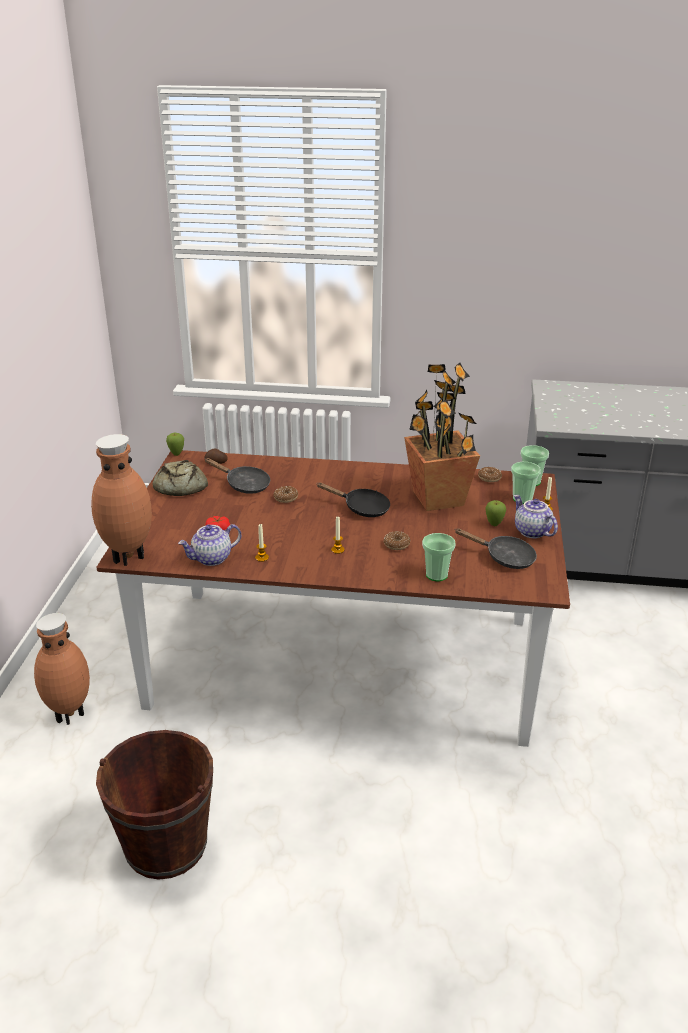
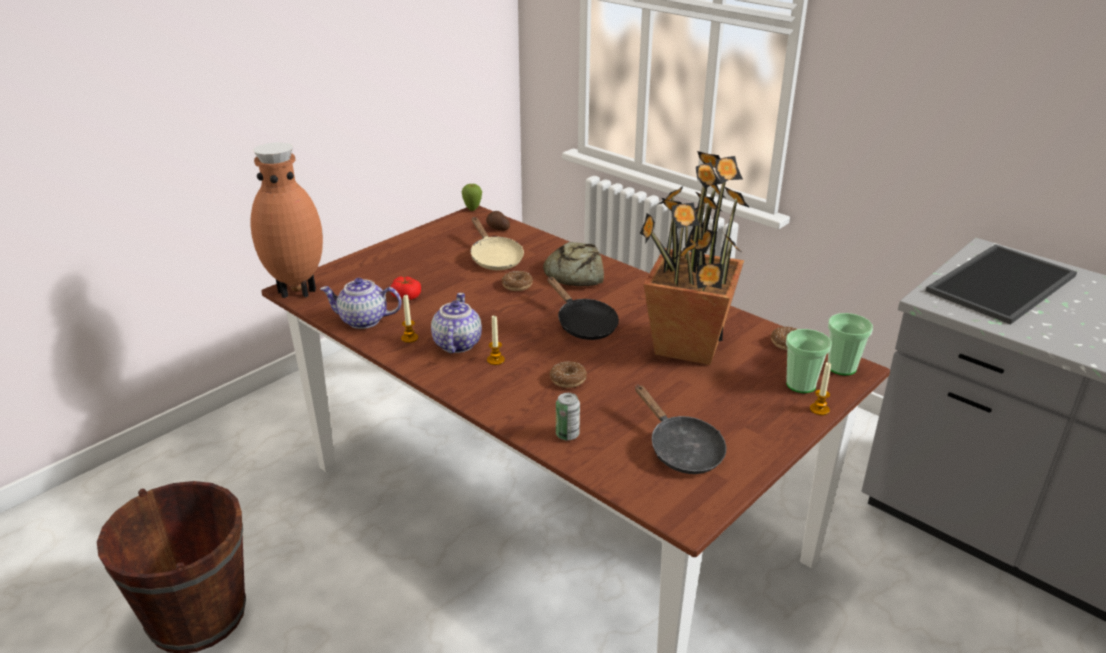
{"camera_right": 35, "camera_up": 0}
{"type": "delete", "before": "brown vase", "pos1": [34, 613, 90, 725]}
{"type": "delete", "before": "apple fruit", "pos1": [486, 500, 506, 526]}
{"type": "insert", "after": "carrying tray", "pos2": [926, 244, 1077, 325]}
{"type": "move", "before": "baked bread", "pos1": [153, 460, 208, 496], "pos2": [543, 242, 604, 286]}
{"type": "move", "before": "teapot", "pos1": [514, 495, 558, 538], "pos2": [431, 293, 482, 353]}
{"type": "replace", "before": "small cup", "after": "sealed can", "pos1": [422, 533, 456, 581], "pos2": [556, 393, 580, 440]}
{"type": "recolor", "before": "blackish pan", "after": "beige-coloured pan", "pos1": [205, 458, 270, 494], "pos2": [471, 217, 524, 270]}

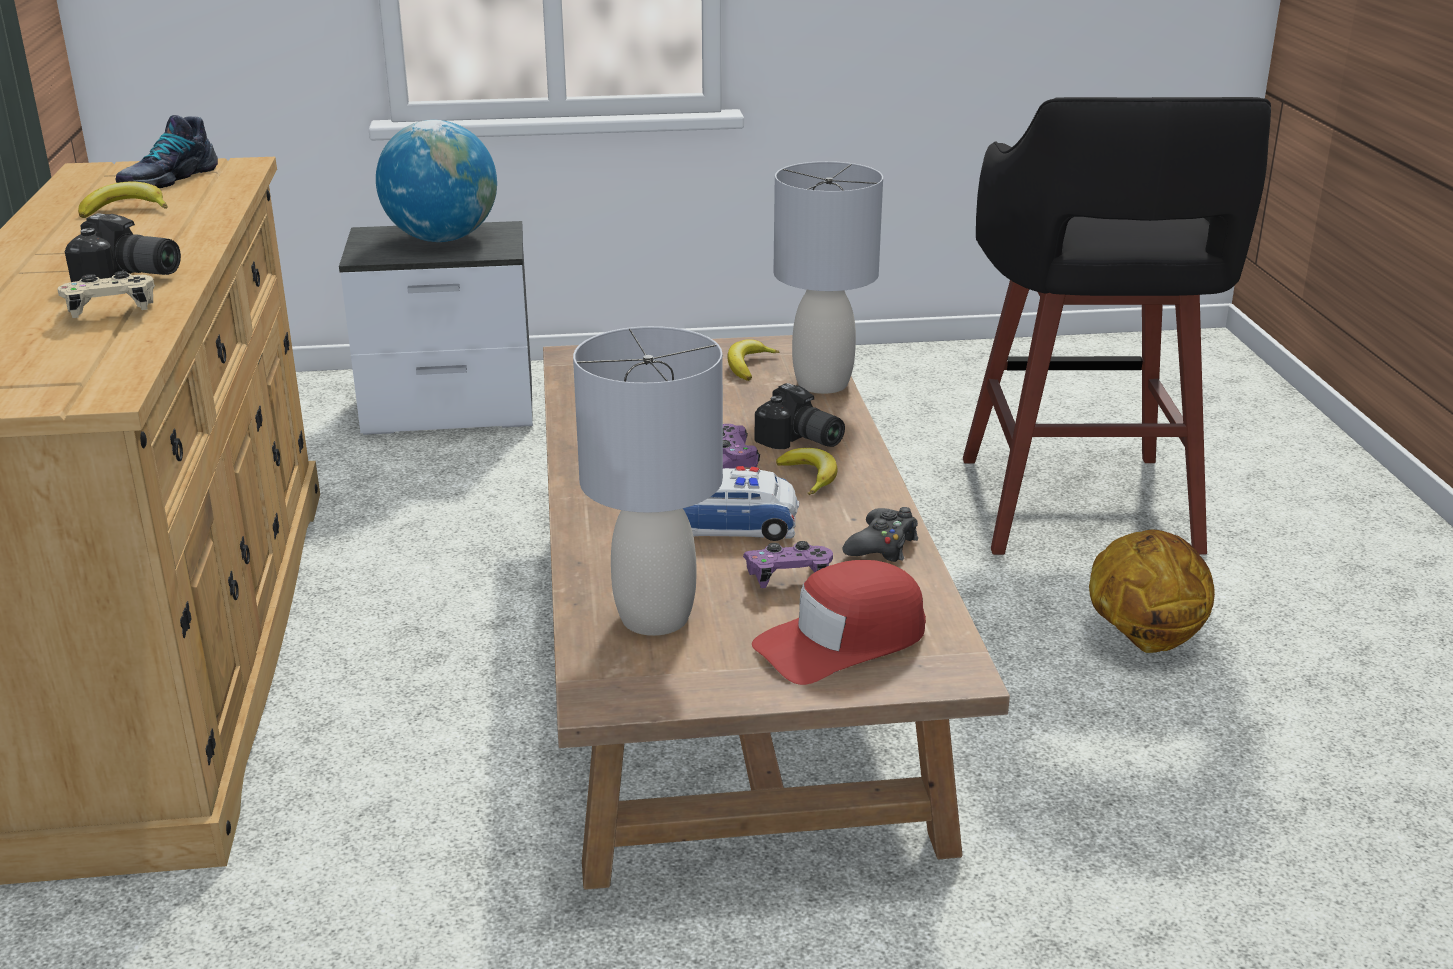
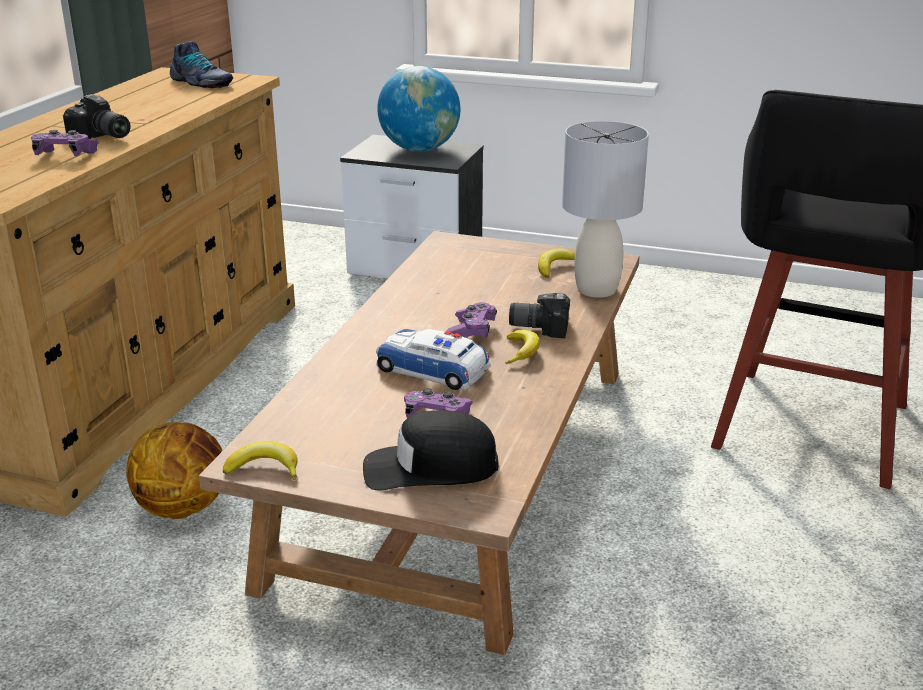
{"camera_right": 25, "camera_up": 0}
{"type": "delete", "before": "gray lamp for a table", "pos1": [573, 326, 723, 636]}
{"type": "delete", "before": "blackish joypad", "pos1": [842, 507, 918, 562]}
{"type": "move", "before": "banana", "pos1": [78, 182, 168, 218], "pos2": [223, 441, 297, 480]}
{"type": "move", "before": "basketball", "pos1": [1089, 530, 1215, 653], "pos2": [126, 422, 222, 519]}
{"type": "recolor", "before": "beige-coloured joypad", "after": "purple joypad", "pos1": [58, 271, 155, 318], "pos2": [31, 130, 99, 156]}
{"type": "recolor", "before": "red-coloured peaked cap", "after": "blackish peaked cap", "pos1": [752, 560, 926, 685], "pos2": [363, 410, 499, 490]}
{"type": "rotate", "before": "item of footwear", "pos1": [115, 115, 218, 188], "pos2": [170, 41, 233, 88], "turn": -105}
{"type": "rotate", "before": "photo camera", "pos1": [755, 383, 845, 449], "pos2": [509, 293, 570, 338], "turn": 120}

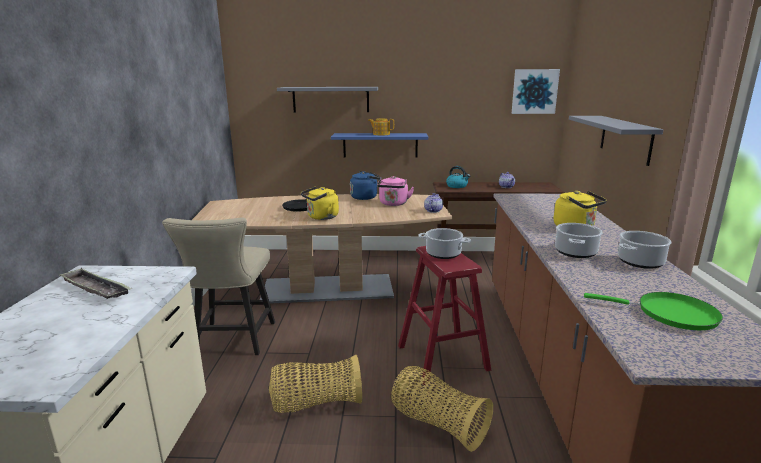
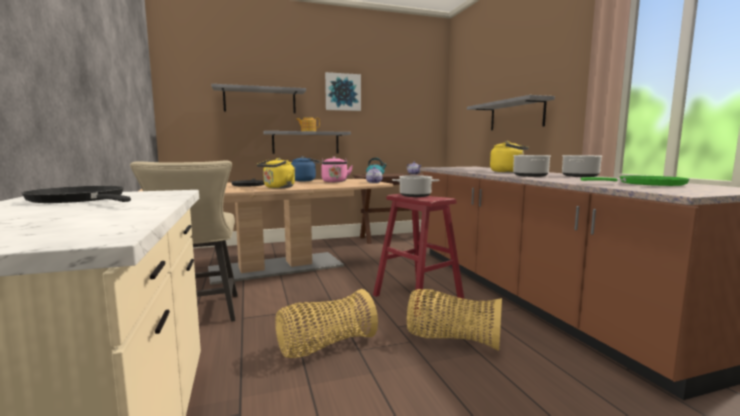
{"camera_right": -20, "camera_up": -10}
{"type": "move", "before": "picture", "pos1": [512, 69, 560, 114], "pos2": [325, 72, 361, 111]}
{"type": "replace", "before": "carrying tray", "after": "blackish pan", "pos1": [58, 268, 132, 299], "pos2": [22, 186, 131, 203]}
{"type": "recolor", "before": "blue wall shelf", "after": "gray wall shelf", "pos1": [331, 133, 428, 158], "pos2": [263, 131, 351, 154]}

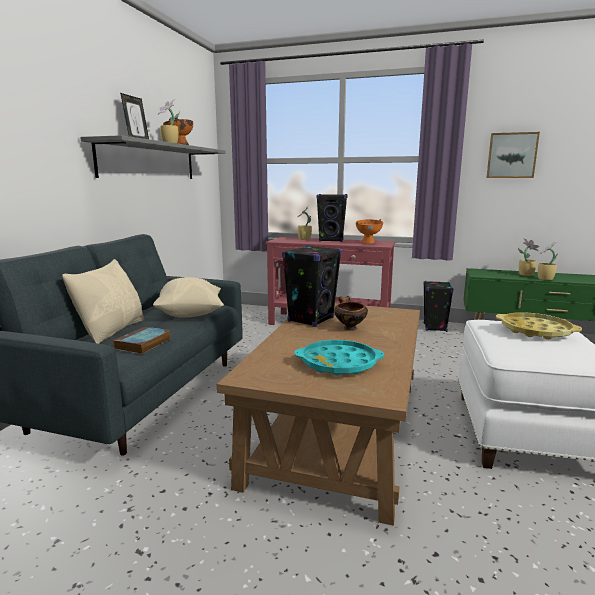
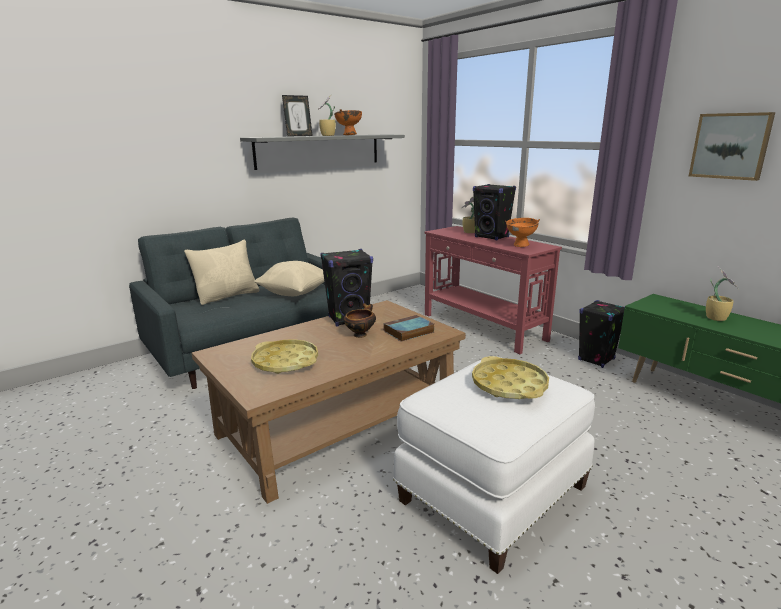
{"camera_right": 35, "camera_up": 5}
{"type": "delete", "before": "houseplant", "pos1": [538, 241, 558, 280]}
{"type": "move", "before": "bound book", "pos1": [113, 327, 171, 354], "pos2": [383, 315, 434, 341]}
{"type": "recolor", "before": "turquoise-coloured carrying tray", "after": "yellowish carrying tray", "pos1": [295, 340, 384, 375], "pos2": [251, 339, 318, 374]}

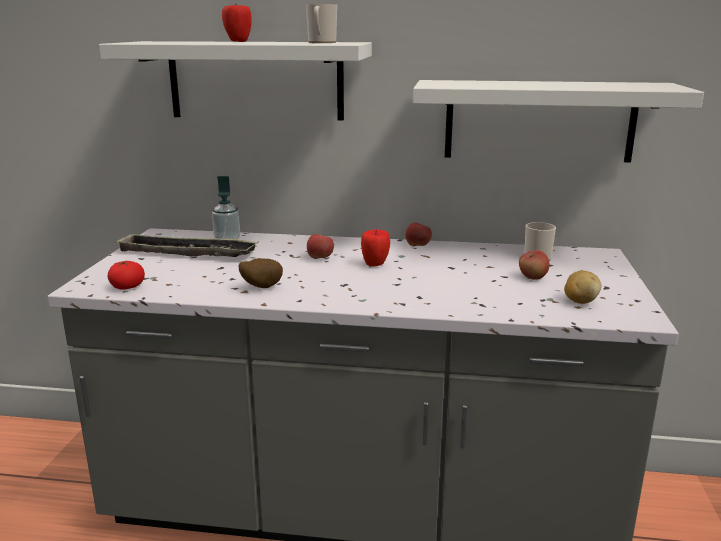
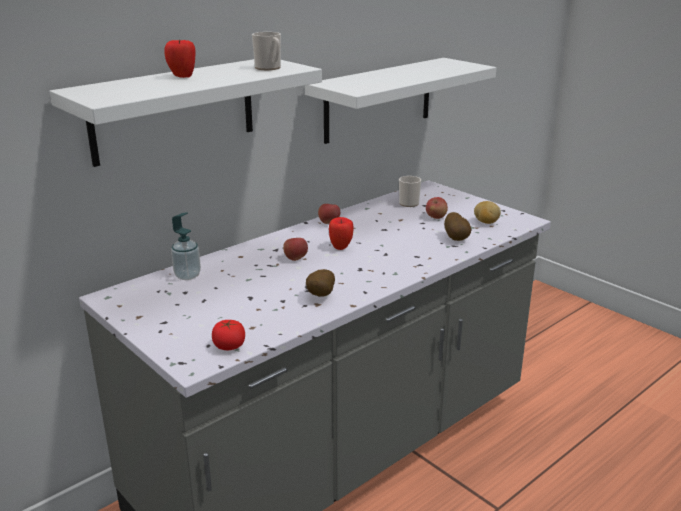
{"camera_right": -50, "camera_up": 5}
{"type": "delete", "before": "carrying tray", "pos1": [114, 233, 258, 257]}
{"type": "insert", "after": "spud", "pos2": [444, 212, 471, 241]}

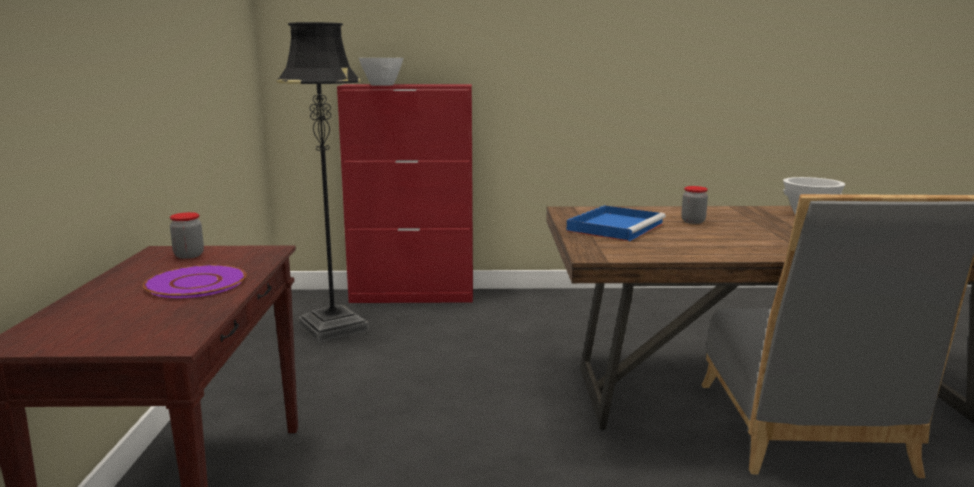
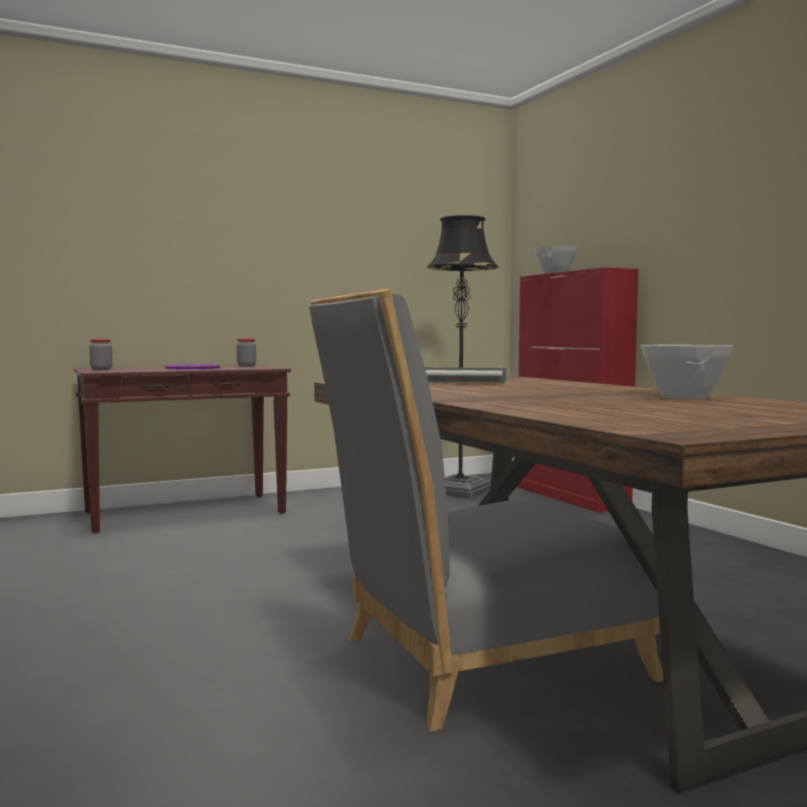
{"camera_right": 65, "camera_up": -10}
{"type": "move", "before": "jar", "pos1": [681, 186, 708, 224], "pos2": [90, 339, 113, 370]}
{"type": "recolor", "before": "blue carrying tray", "after": "gray carrying tray", "pos1": [566, 205, 666, 242], "pos2": [425, 367, 506, 385]}

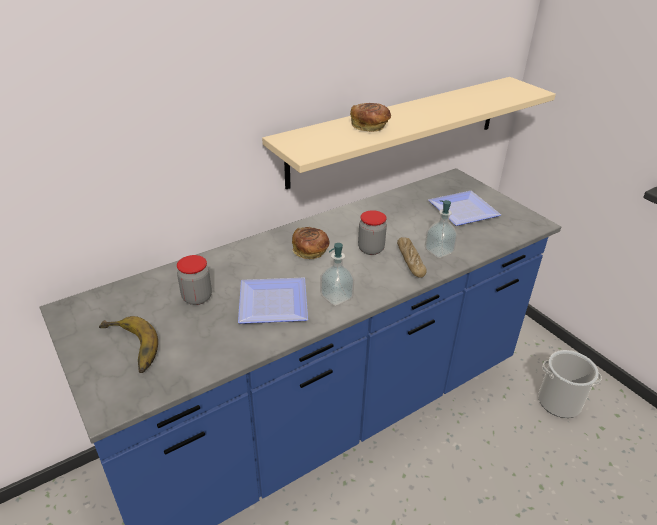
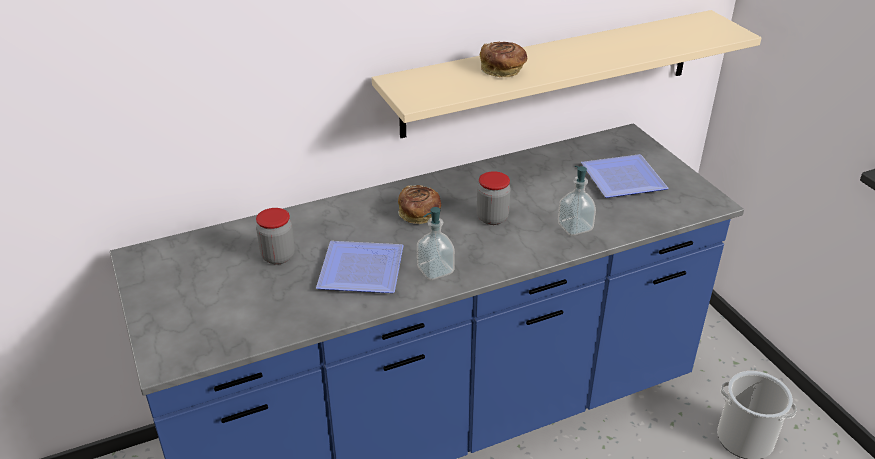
{"camera_right": 10, "camera_up": 0}
{"type": "delete", "before": "banana", "pos1": [99, 316, 158, 373]}
{"type": "delete", "before": "baked bread", "pos1": [397, 237, 427, 278]}

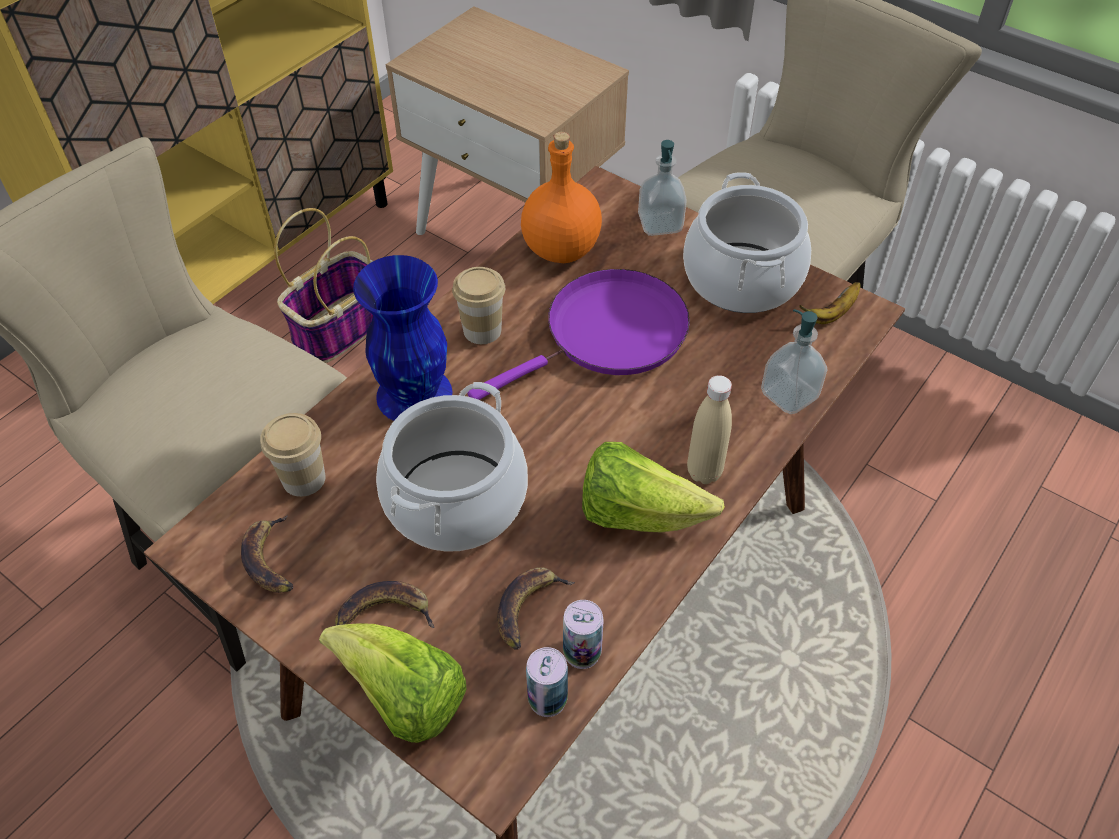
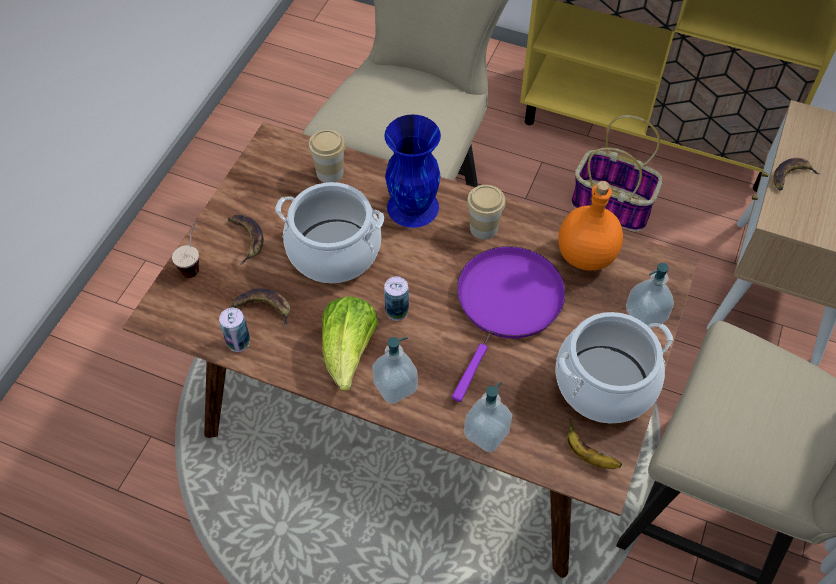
{"camera_right": 75, "camera_up": 5}
{"type": "move", "before": "banana", "pos1": [241, 515, 293, 593], "pos2": [773, 158, 820, 191]}
{"type": "move", "before": "sealed can", "pos1": [526, 647, 568, 717], "pos2": [384, 276, 409, 321]}
{"type": "replace", "before": "lettuce", "after": "small cup", "pos1": [319, 623, 467, 743], "pos2": [172, 218, 199, 278]}
{"type": "replace", "before": "beige-coloured beverage bottle", "after": "soap dispenser", "pos1": [687, 375, 732, 484], "pos2": [372, 337, 418, 404]}
{"type": "rotate", "before": "purple pan", "pos1": [467, 269, 690, 400], "pos2": [452, 246, 566, 402], "turn": -105}

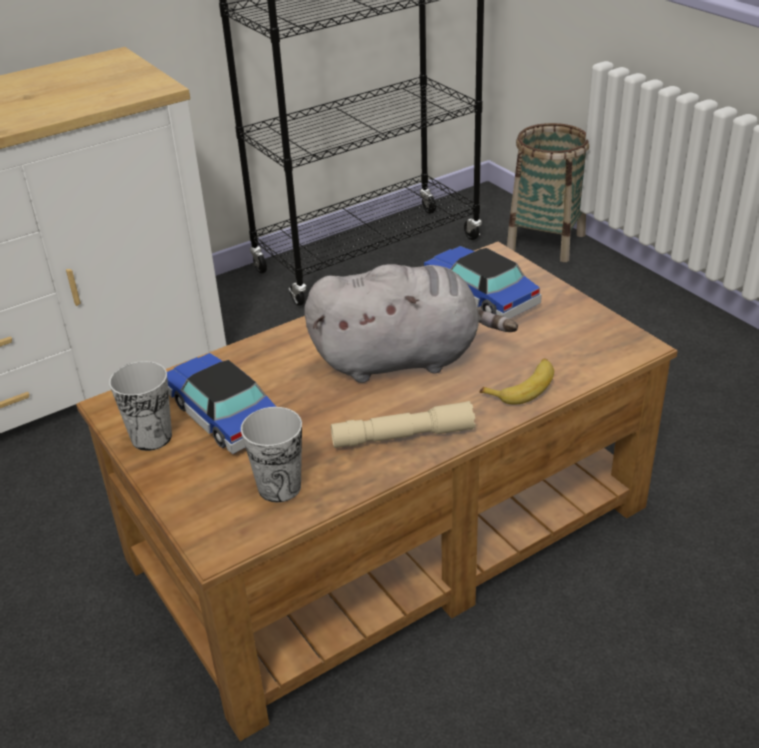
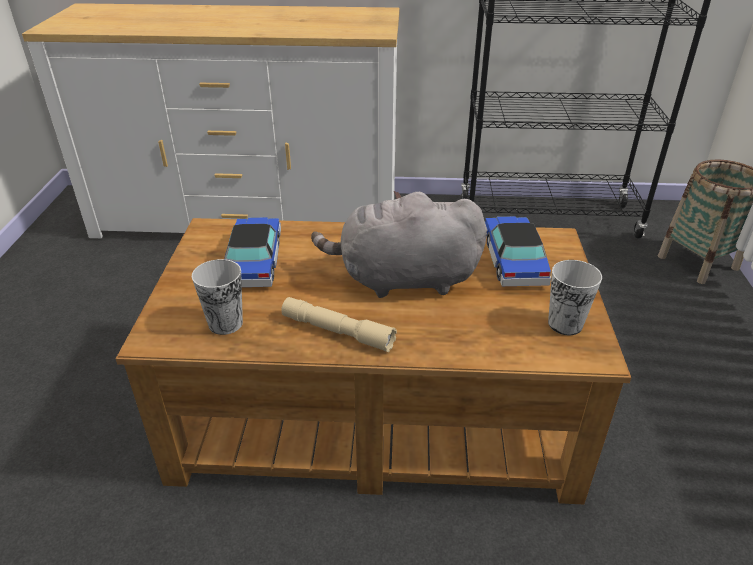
{"camera_right": 35, "camera_up": 0}
{"type": "delete", "before": "banana", "pos1": [480, 359, 554, 405]}
{"type": "move", "before": "small cup", "pos1": [109, 361, 172, 451], "pos2": [548, 260, 602, 335]}
{"type": "rotate", "before": "gray plush toy", "pos1": [304, 264, 518, 383], "pos2": [311, 191, 487, 298], "turn": 150}

